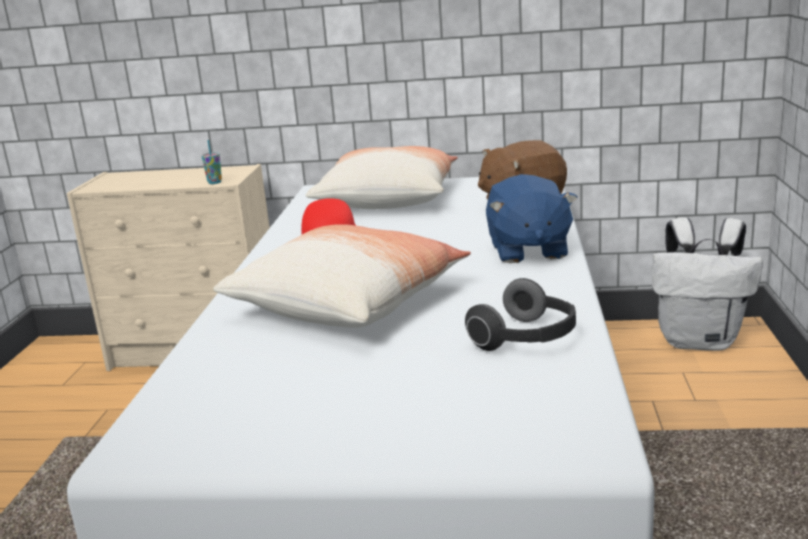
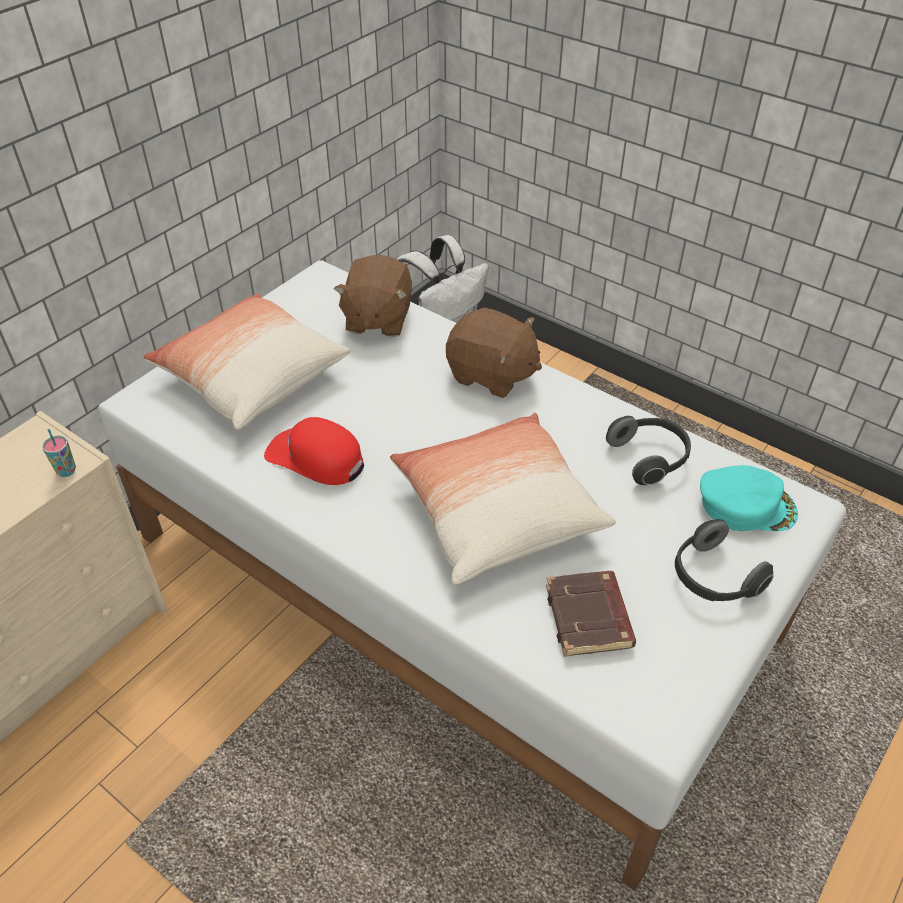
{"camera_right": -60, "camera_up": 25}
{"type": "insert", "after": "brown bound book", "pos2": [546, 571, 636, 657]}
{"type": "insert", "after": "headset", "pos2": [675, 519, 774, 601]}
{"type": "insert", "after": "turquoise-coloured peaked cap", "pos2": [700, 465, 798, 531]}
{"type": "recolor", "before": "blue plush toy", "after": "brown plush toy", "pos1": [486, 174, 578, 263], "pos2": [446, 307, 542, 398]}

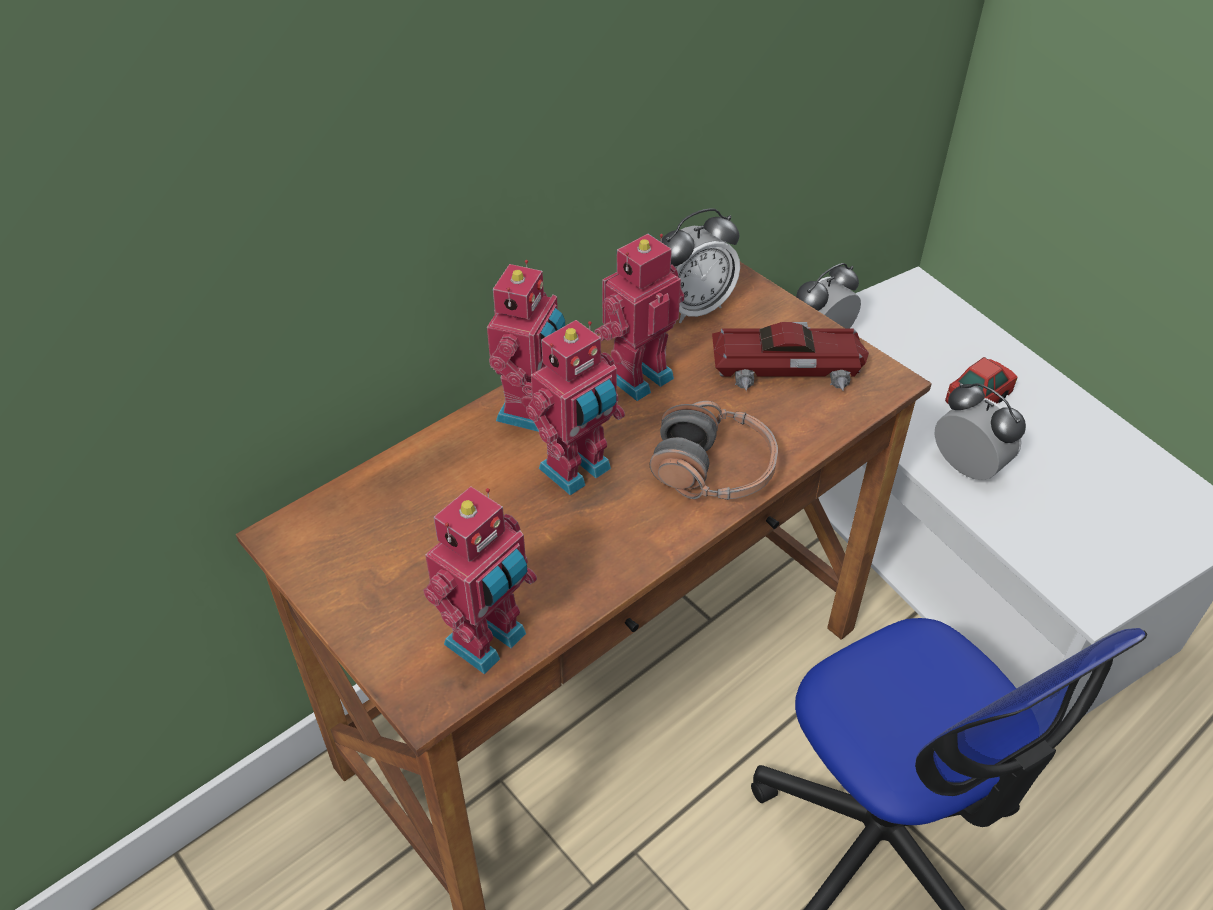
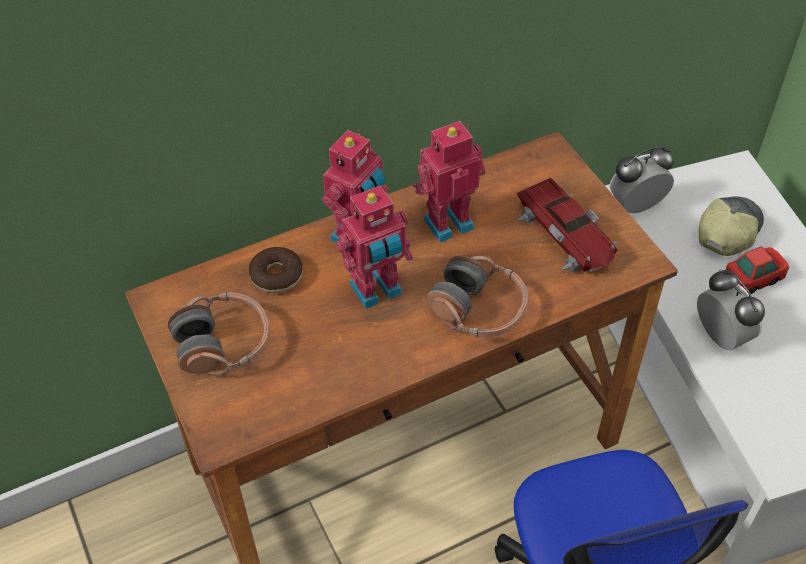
{"camera_right": 15, "camera_up": 5}
{"type": "delete", "before": "model robot", "pos1": [423, 486, 537, 674]}
{"type": "delete", "before": "alarm clock", "pos1": [660, 208, 740, 323]}
{"type": "insert", "after": "headset", "pos2": [168, 292, 270, 376]}
{"type": "insert", "after": "donut", "pos2": [249, 247, 303, 293]}
{"type": "insert", "after": "peaked cap", "pos2": [698, 196, 764, 256]}
{"type": "rotate", "before": "miniature car", "pos1": [712, 322, 869, 391], "pos2": [517, 177, 619, 273], "turn": 45}

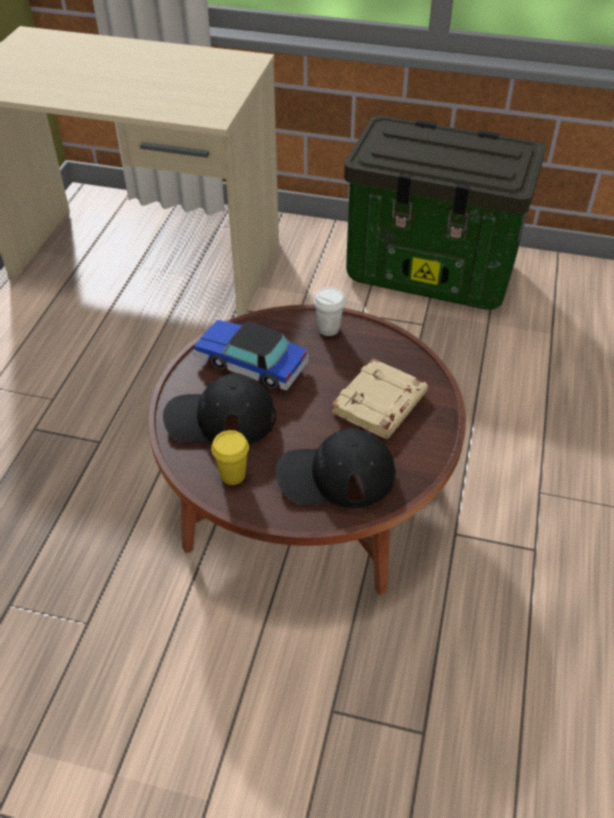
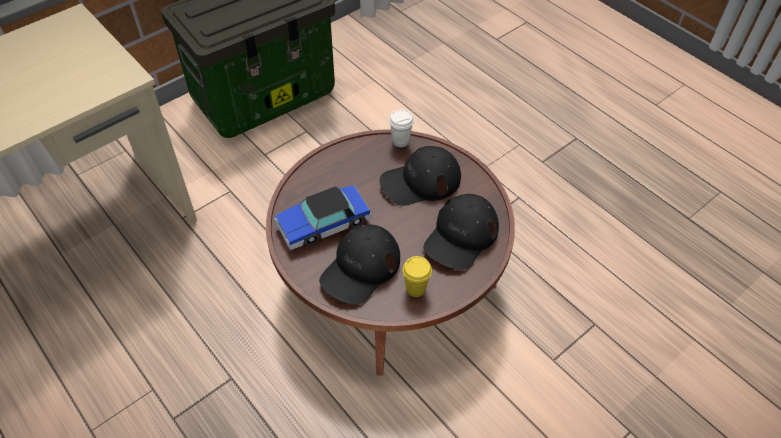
{"camera_right": -55, "camera_up": 5}
{"type": "move", "before": "white small cup", "pos1": [314, 287, 345, 336], "pos2": [389, 109, 414, 147]}
{"type": "replace", "before": "beige-coloured bound book", "after": "blackish peaked cap", "pos1": [332, 358, 428, 439], "pos2": [380, 146, 461, 206]}

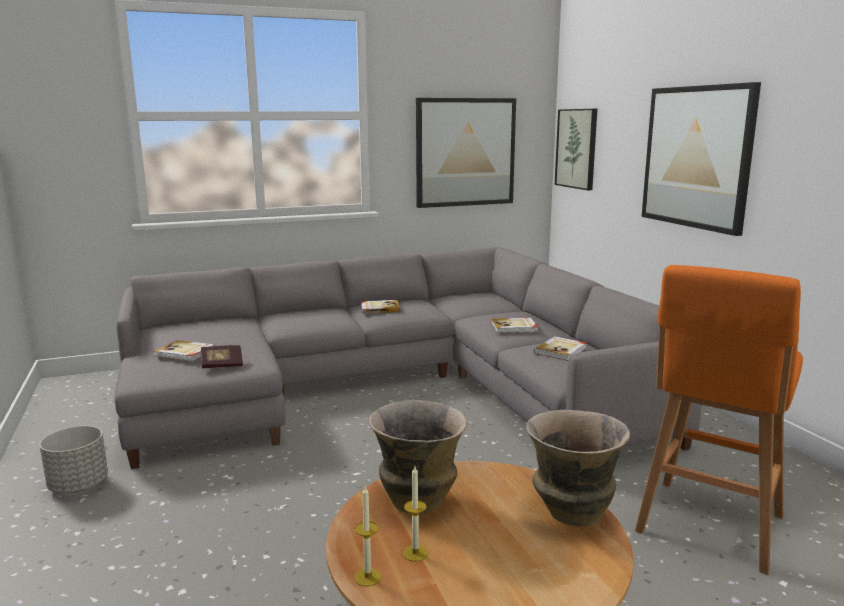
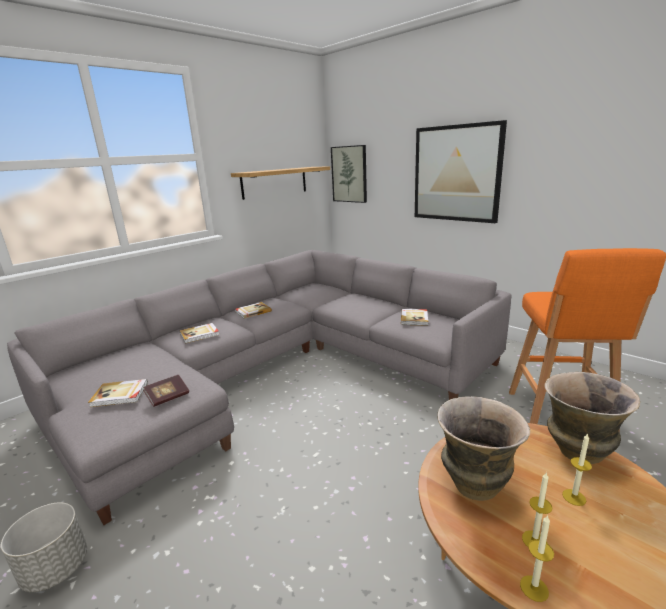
{"camera_right": -25, "camera_up": 5}
{"type": "insert", "after": "wax light", "pos2": [562, 433, 592, 506]}
{"type": "move", "before": "bound book", "pos1": [491, 318, 538, 333], "pos2": [180, 323, 220, 344]}
{"type": "replace", "before": "picture", "after": "wall shelf", "pos1": [416, 98, 516, 208], "pos2": [231, 166, 330, 200]}

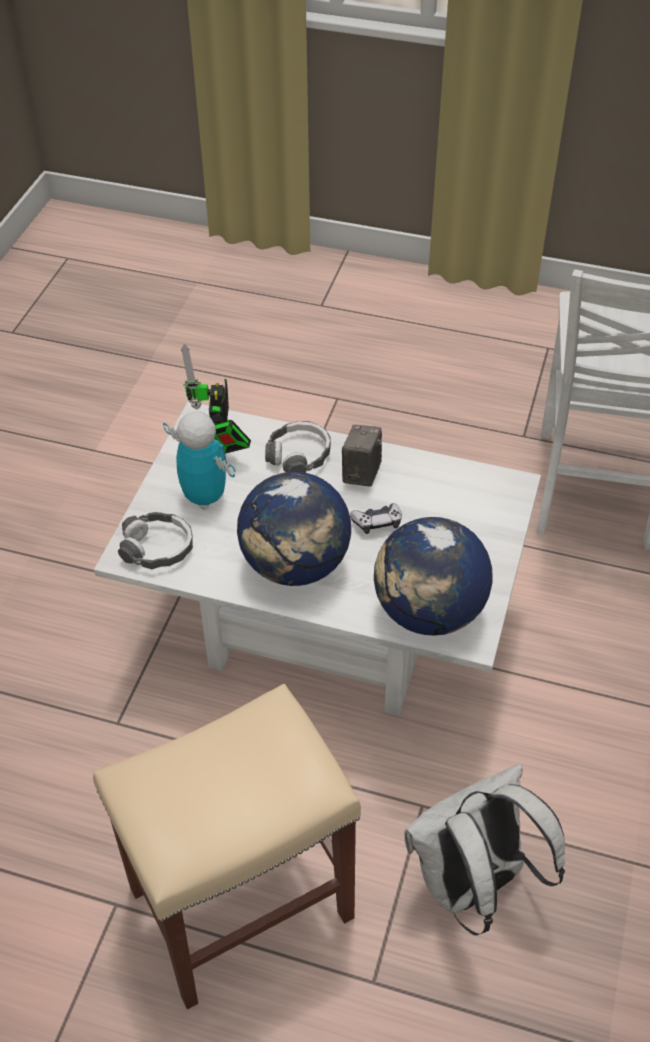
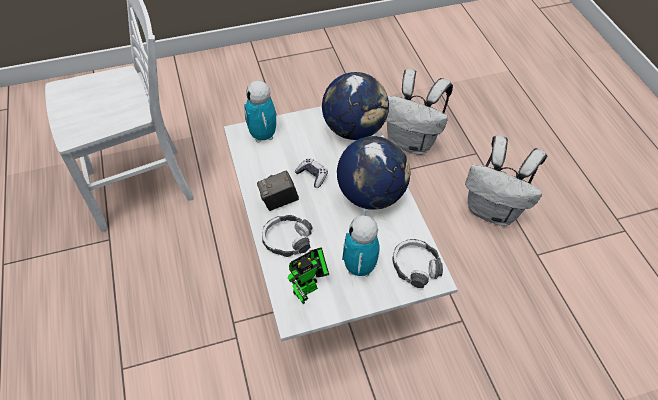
{"camera_right": -125, "camera_up": 5}
{"type": "insert", "after": "model robot", "pos2": [244, 80, 276, 142]}
{"type": "replace", "before": "beige-coloured stool seat", "after": "white knapsack", "pos1": [93, 684, 361, 1009], "pos2": [465, 135, 547, 226]}

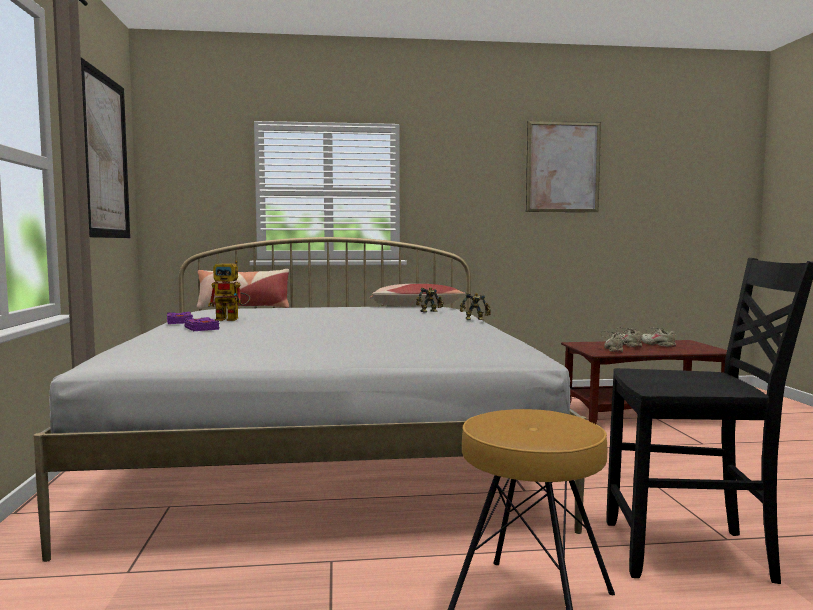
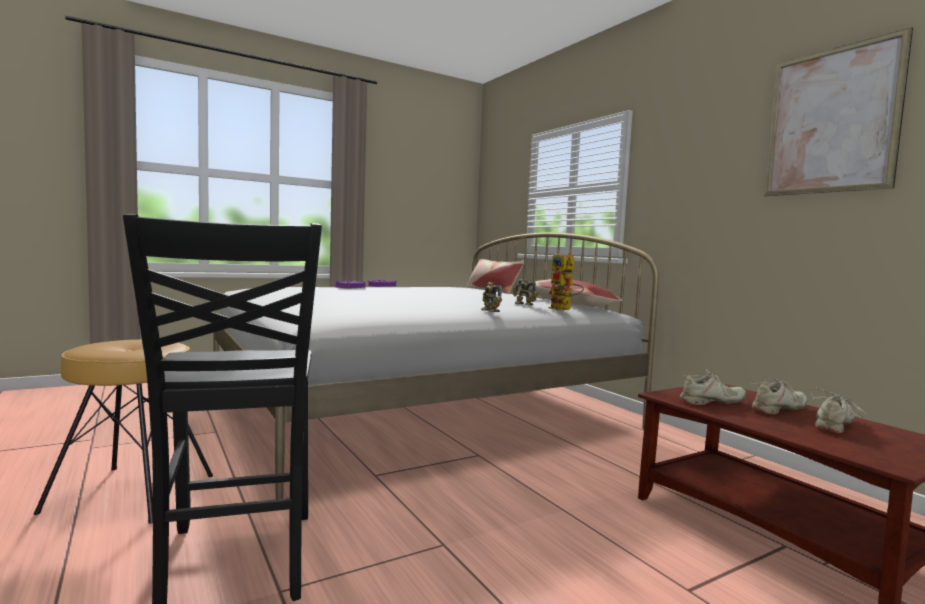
{"camera_right": 65, "camera_up": 0}
{"type": "delete", "before": "picture", "pos1": [81, 57, 130, 238]}
{"type": "move", "before": "model robot", "pos1": [208, 261, 250, 321], "pos2": [549, 252, 584, 310]}

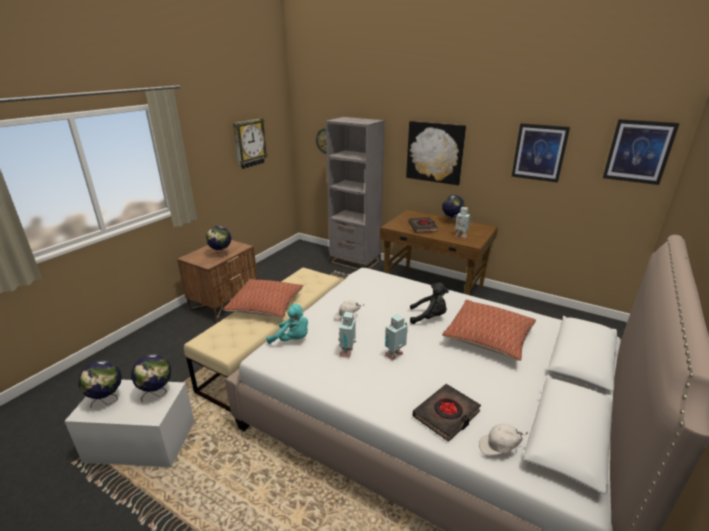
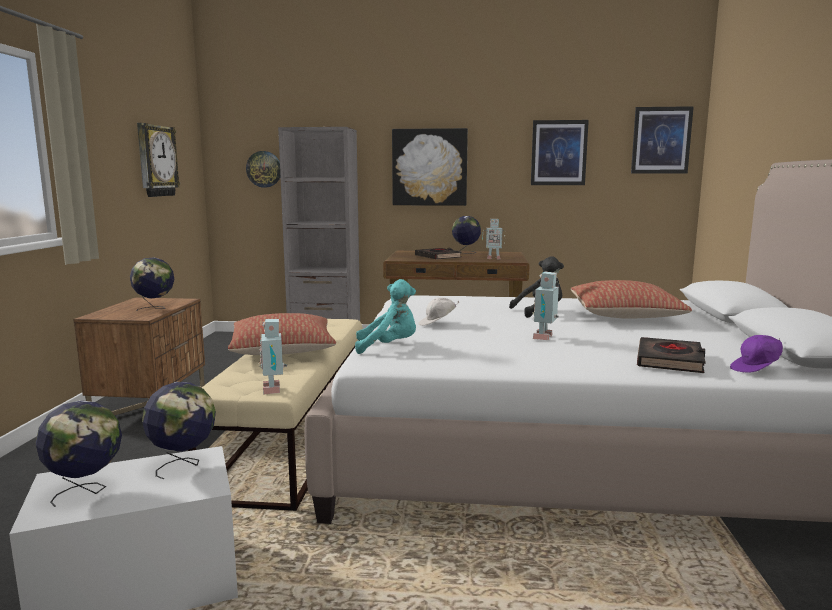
{"camera_right": -25, "camera_up": -15}
{"type": "move", "before": "model robot", "pos1": [339, 312, 356, 358], "pos2": [259, 319, 287, 395]}
{"type": "recolor", "before": "white peaked cap", "after": "purple peaked cap", "pos1": [479, 424, 528, 455], "pos2": [730, 335, 783, 373]}

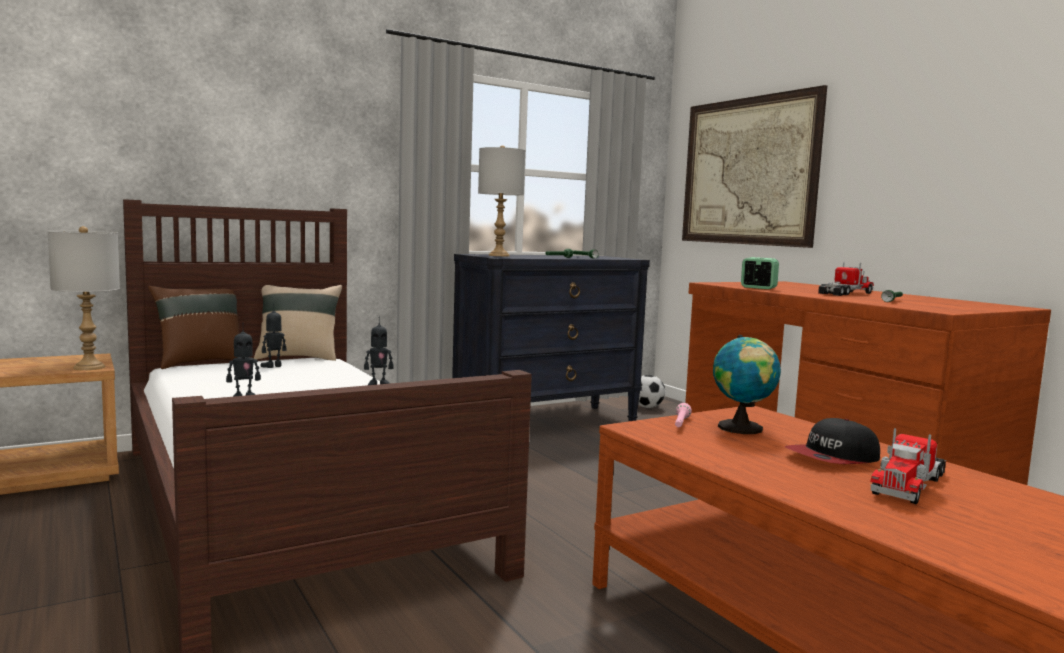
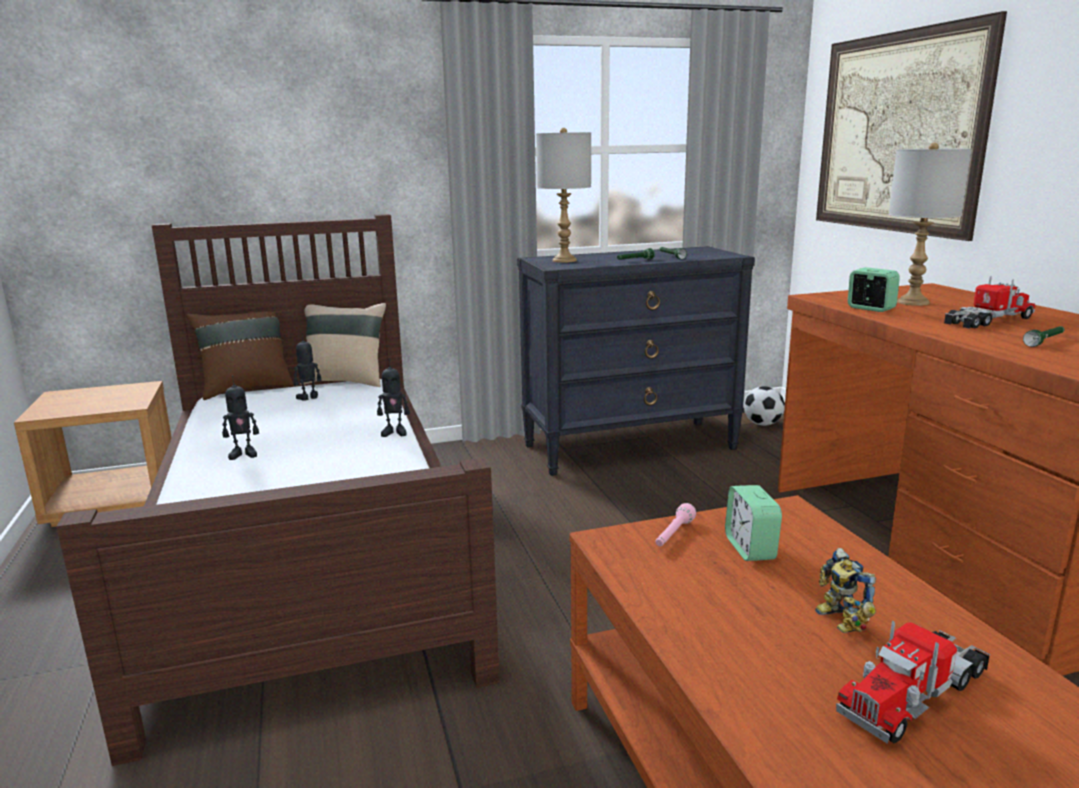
{"camera_right": 15, "camera_up": 10}
{"type": "move", "before": "gray lamp for a table", "pos1": [48, 226, 120, 370], "pos2": [889, 143, 971, 306]}
{"type": "replace", "before": "desk globe", "after": "alarm clock", "pos1": [713, 335, 781, 434], "pos2": [725, 485, 782, 561]}
{"type": "replace", "before": "peaked cap", "after": "model robot", "pos1": [785, 418, 880, 464], "pos2": [815, 548, 876, 633]}

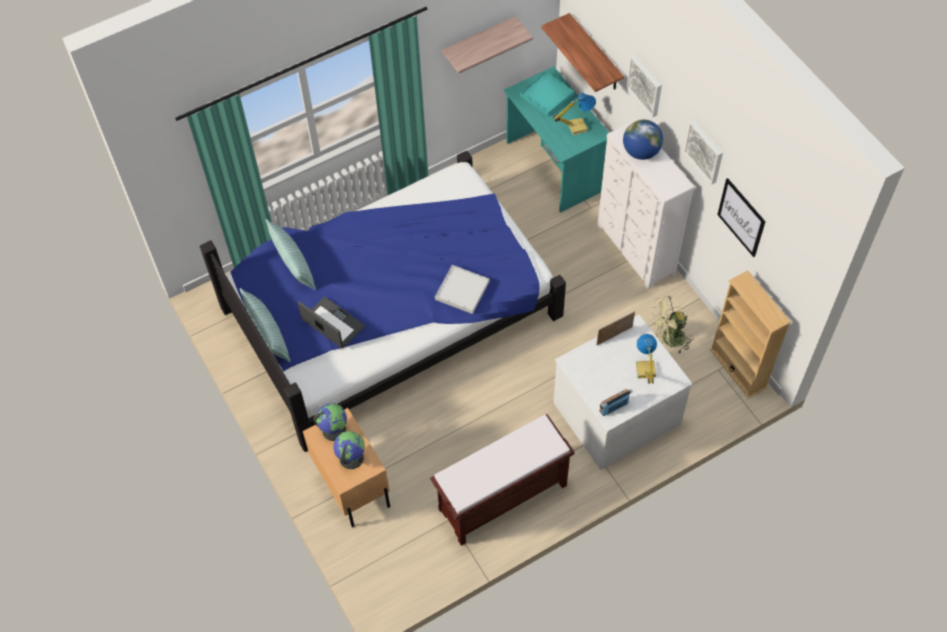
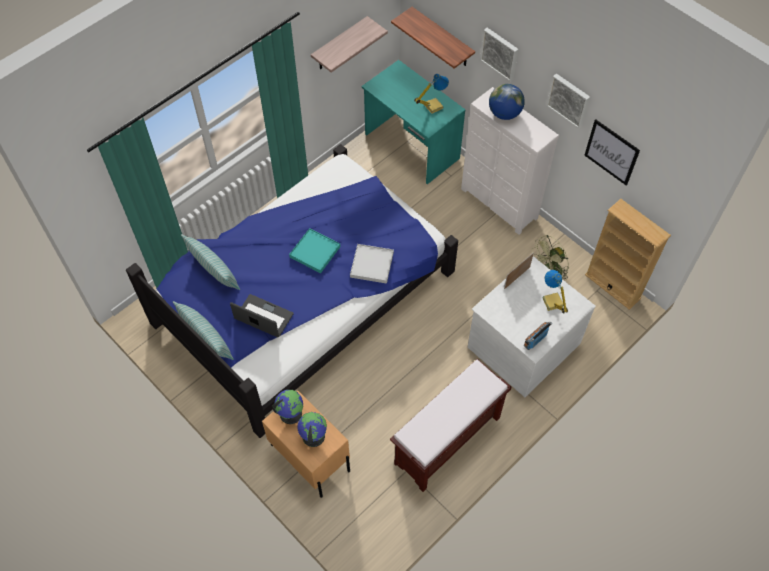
{"camera_right": -15, "camera_up": 0}
{"type": "move", "before": "turquoise-coloured carrying tray", "pos1": [520, 71, 574, 116], "pos2": [289, 228, 341, 273]}

